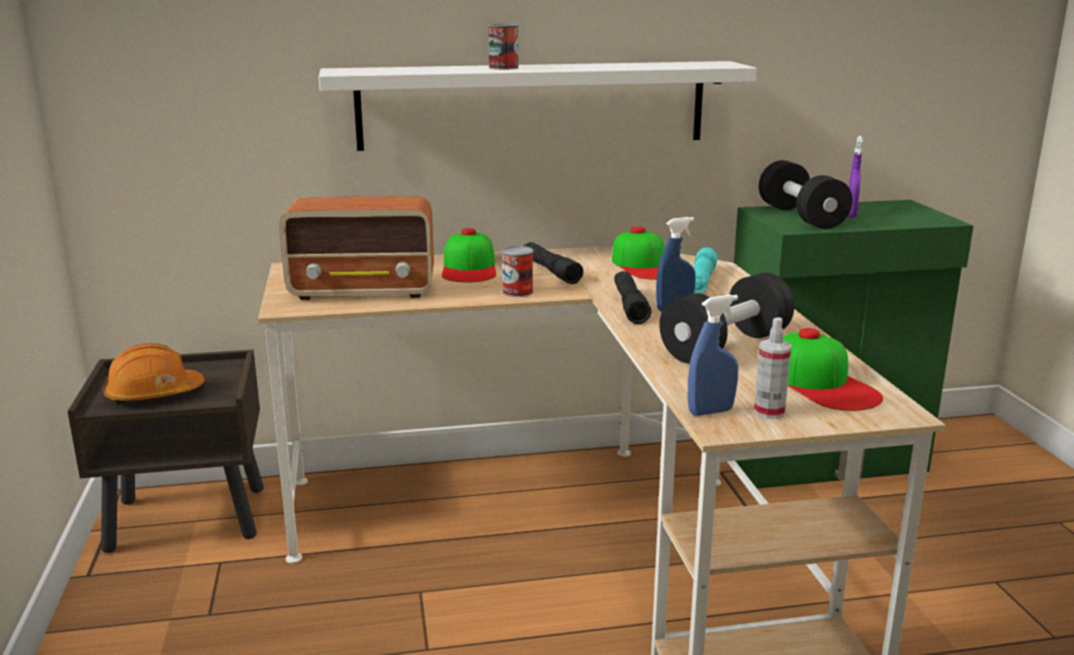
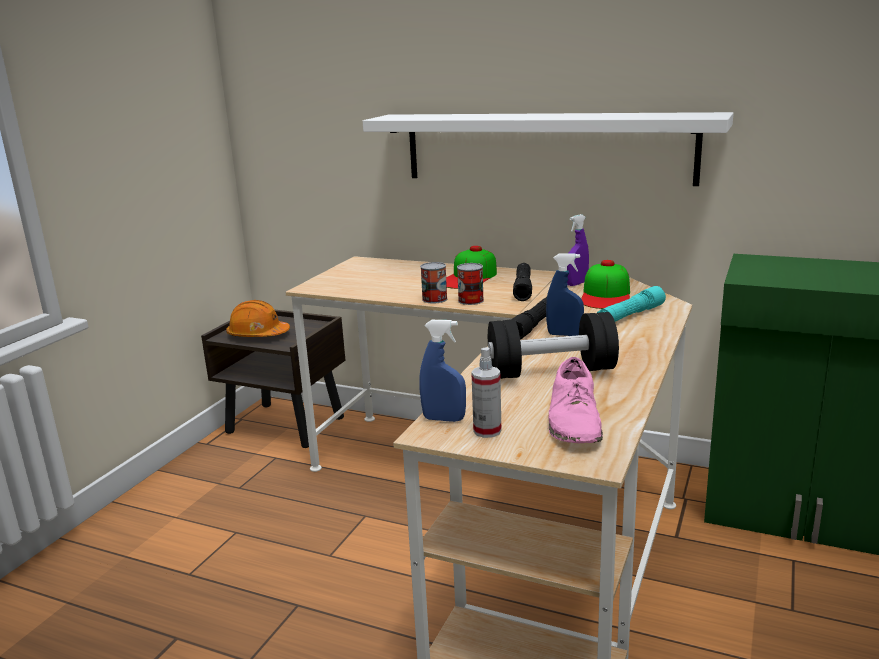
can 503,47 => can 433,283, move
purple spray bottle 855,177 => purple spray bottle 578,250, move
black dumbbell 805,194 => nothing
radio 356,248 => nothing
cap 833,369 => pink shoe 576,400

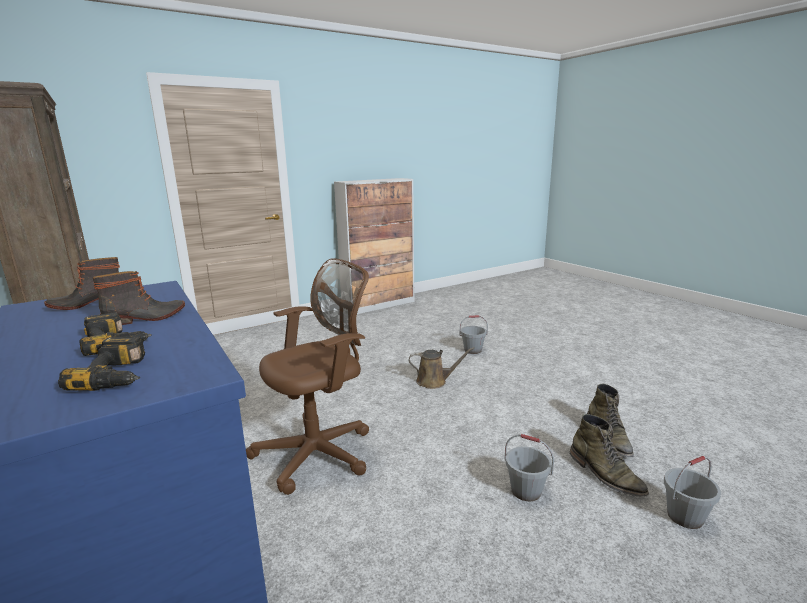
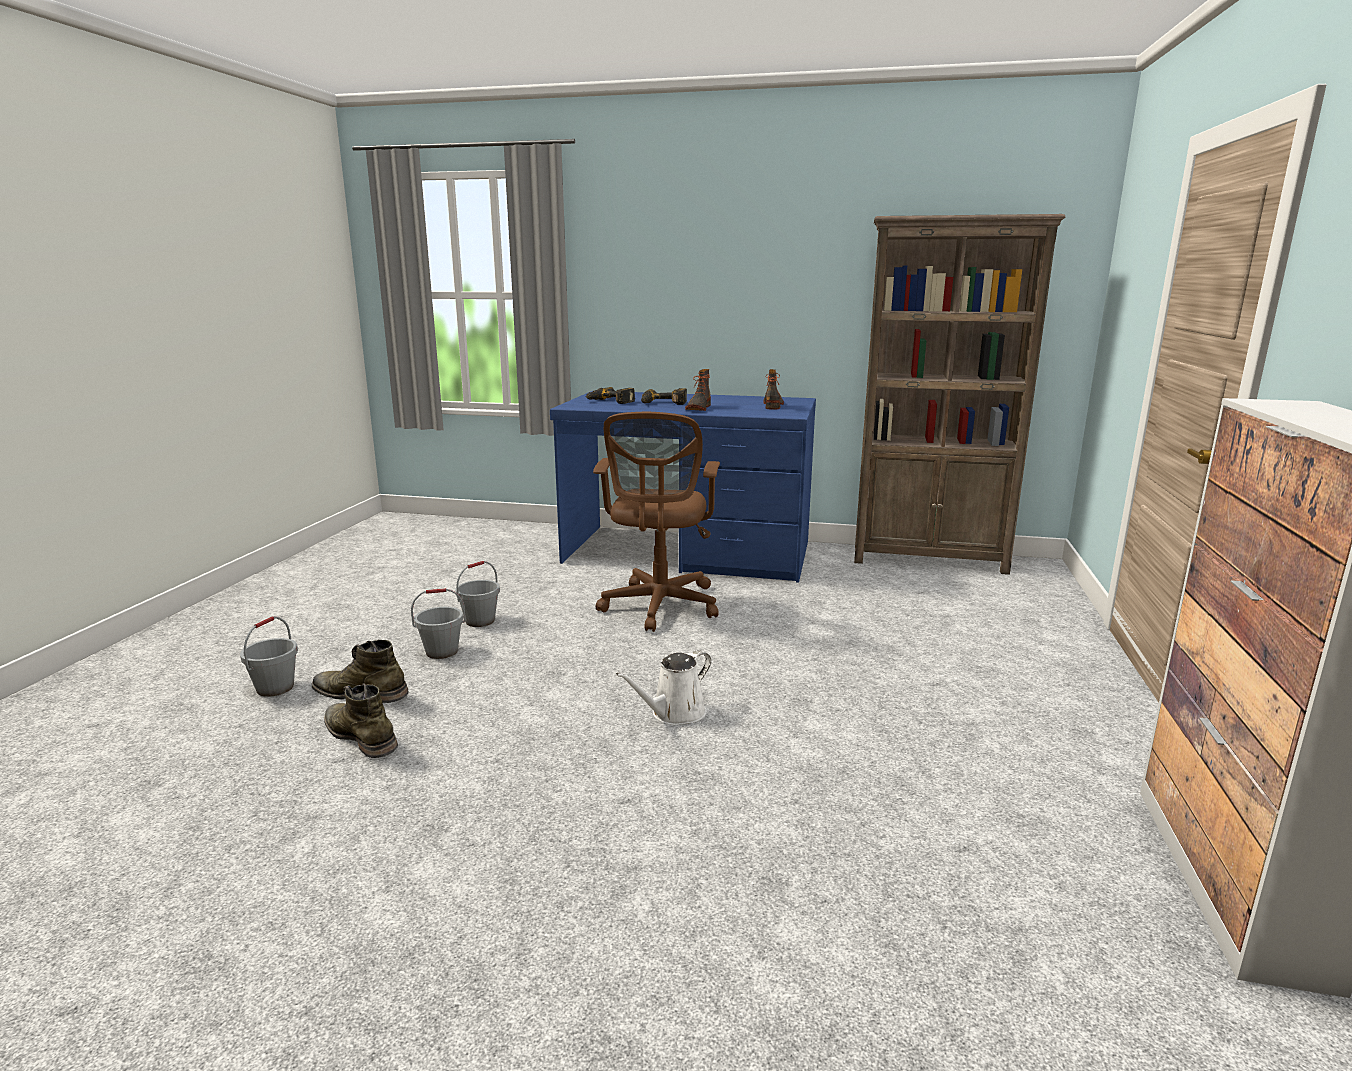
grey bucket 474,334 => grey bucket 477,594, move
brown watering can 441,368 => white watering can 663,687

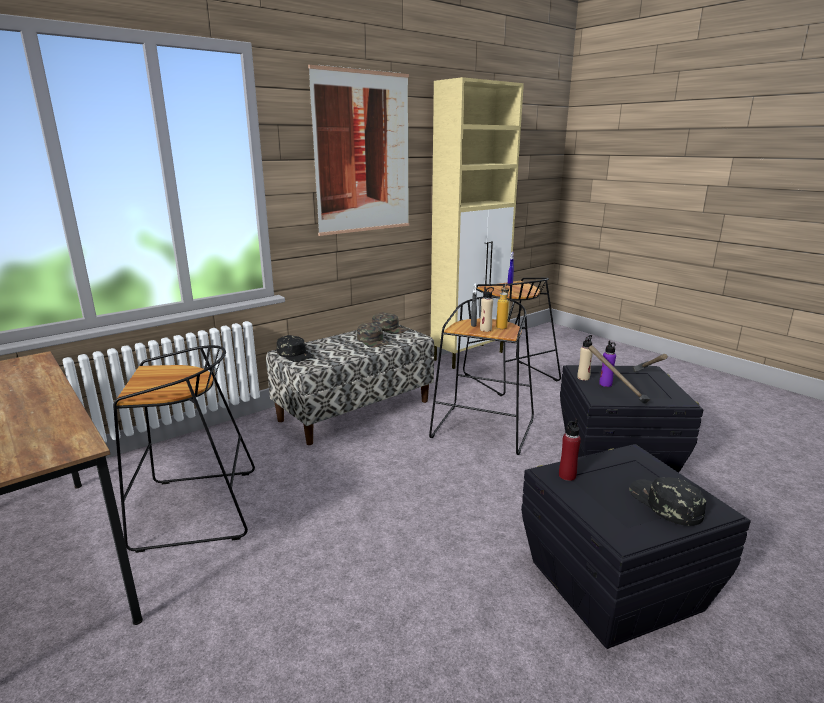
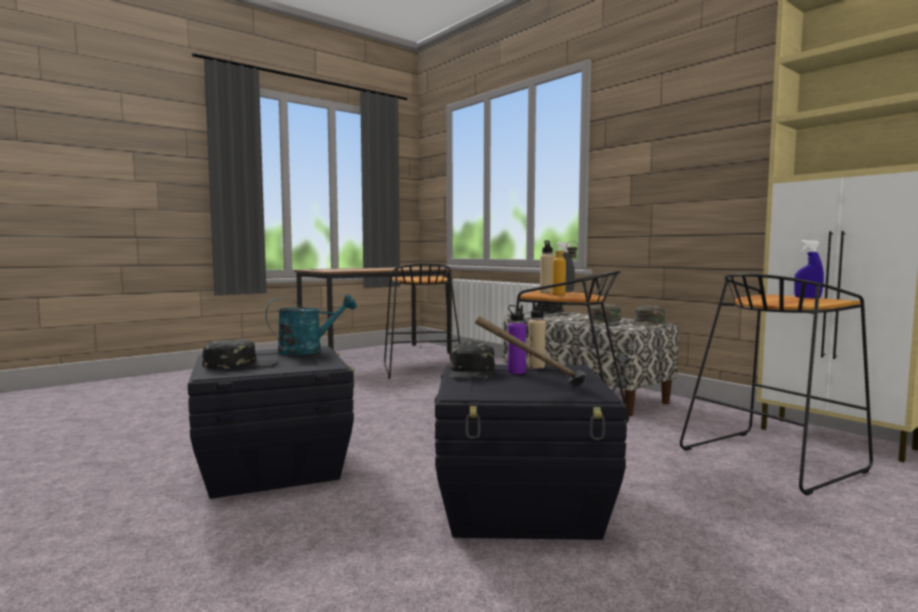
picture 358,150 => nothing
hammer 619,374 => black cap 472,360
red bottle 570,450 => turquoise watering can 310,324

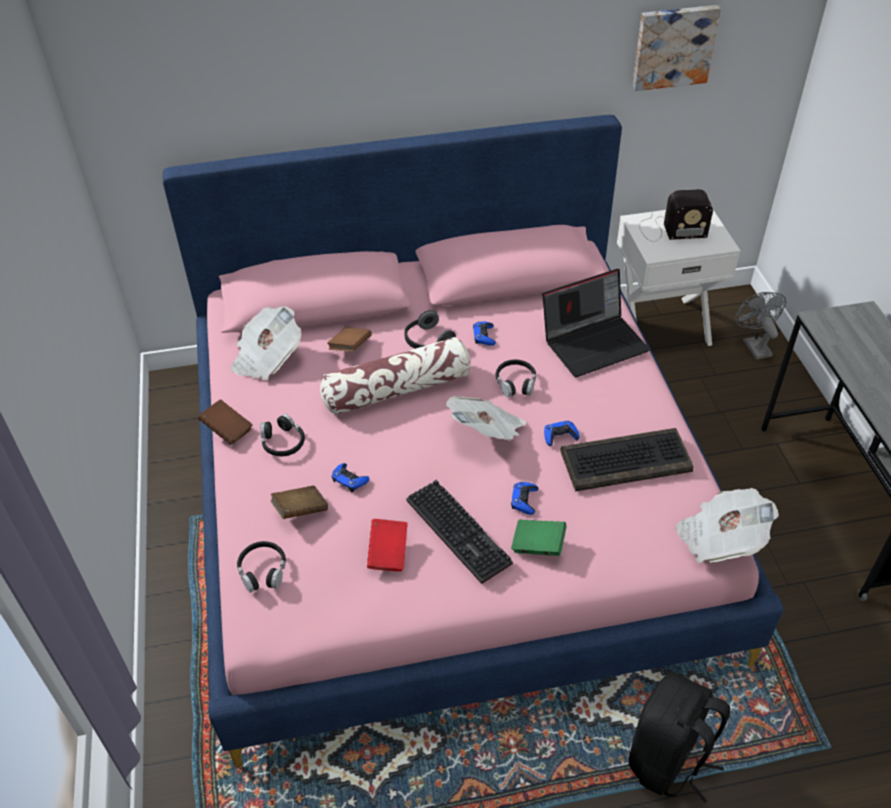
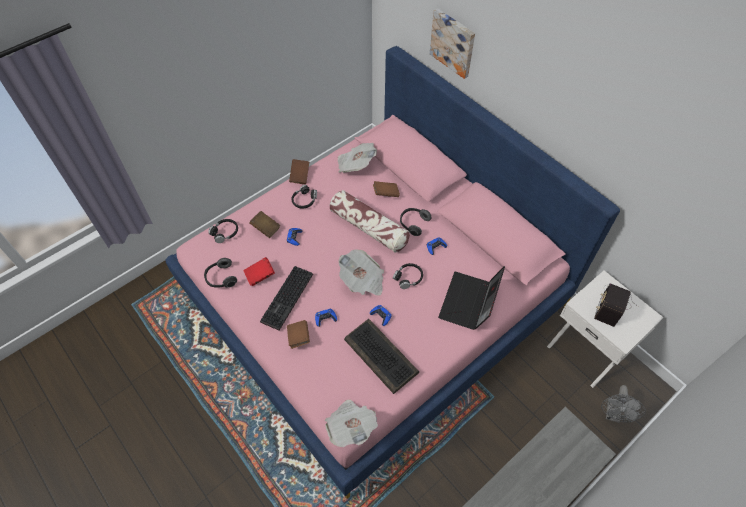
picture 676,48 => picture 452,44, move
radio 676,215 => radio 616,305, 60 degrees clockwise
laptop 596,323 => laptop 471,298, 75 degrees clockwise
grey fan 760,325 => grey fan 623,404, 150 degrees clockwise
green book 539,537 => brown book 298,334
black backpack 679,738 => nothing
nothing => headphones 220,273

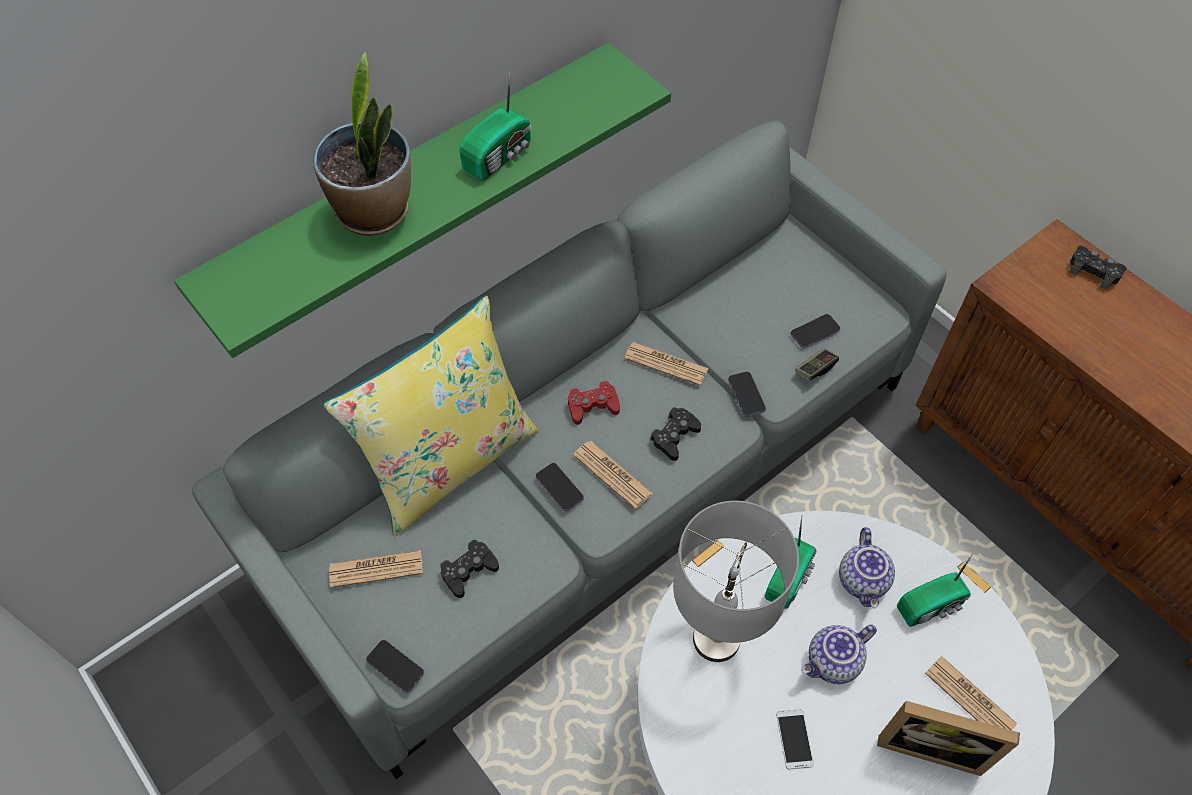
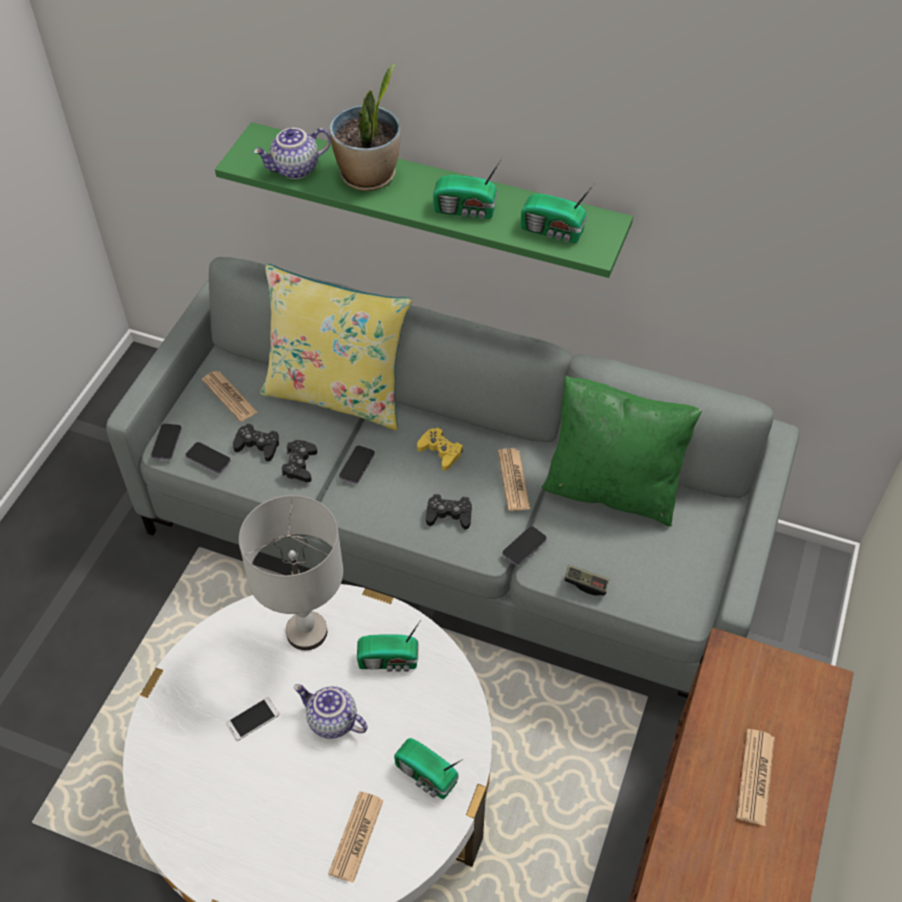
black game controller 1098,268 => black game controller 299,461, move
phone 815,331 => phone 208,457, move
red game controller 594,403 => yellow game controller 440,449
newspaper 613,475 => newspaper 755,777, move
teapot 867,567 => teapot 292,153, move
picture frame 948,738 => nothing
nothing => radio 558,213
nothing => green pillow 622,450

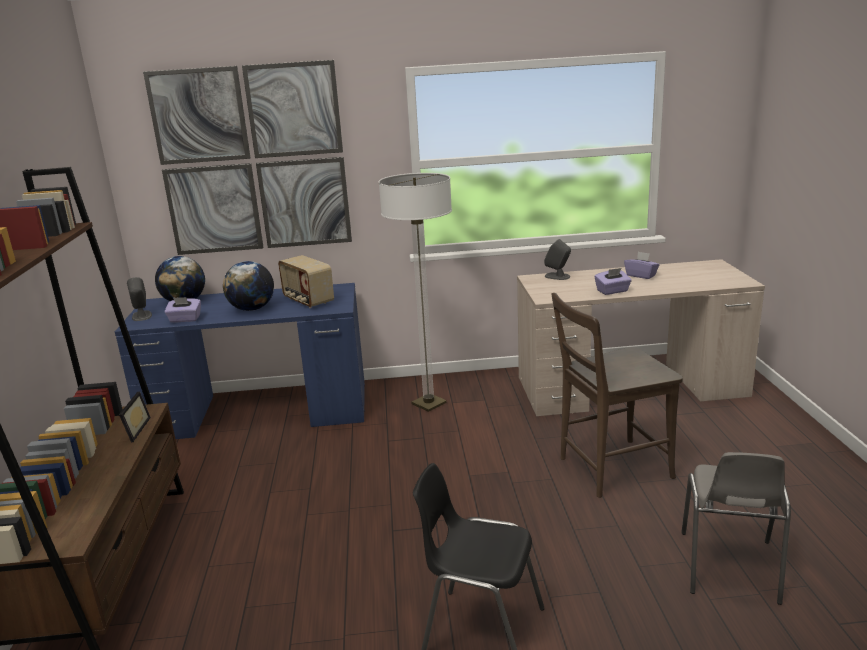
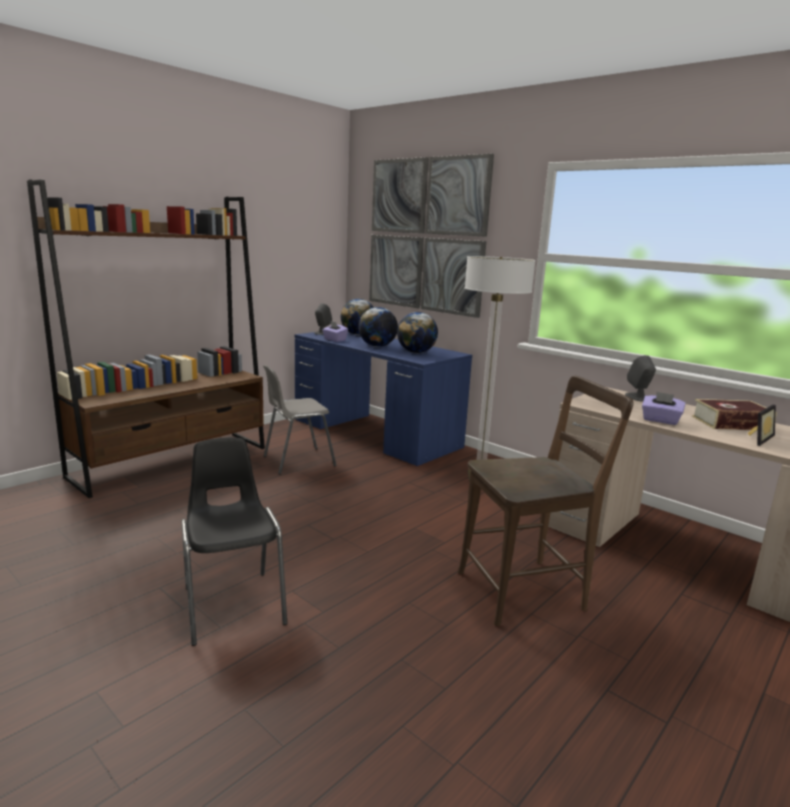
purple tissue box 641,265 => book 734,414
radio 306,281 => globe 417,332
brown chair 617,395 => brown chair 545,500, 135 degrees clockwise
picture frame 135,417 => picture frame 762,425, move
grey chair 736,528 => grey chair 300,419, move

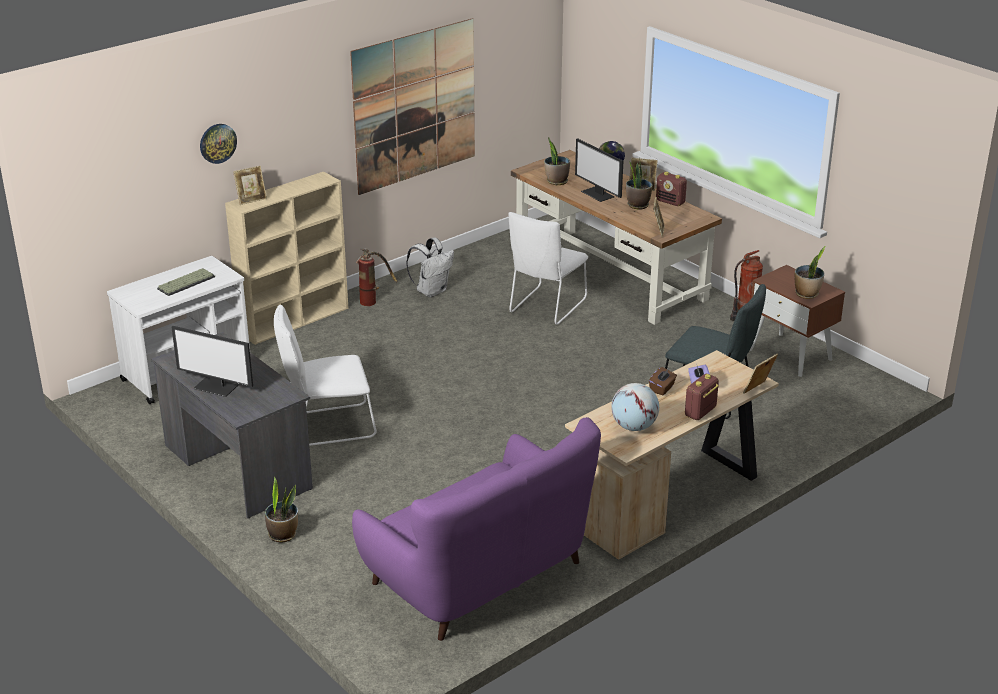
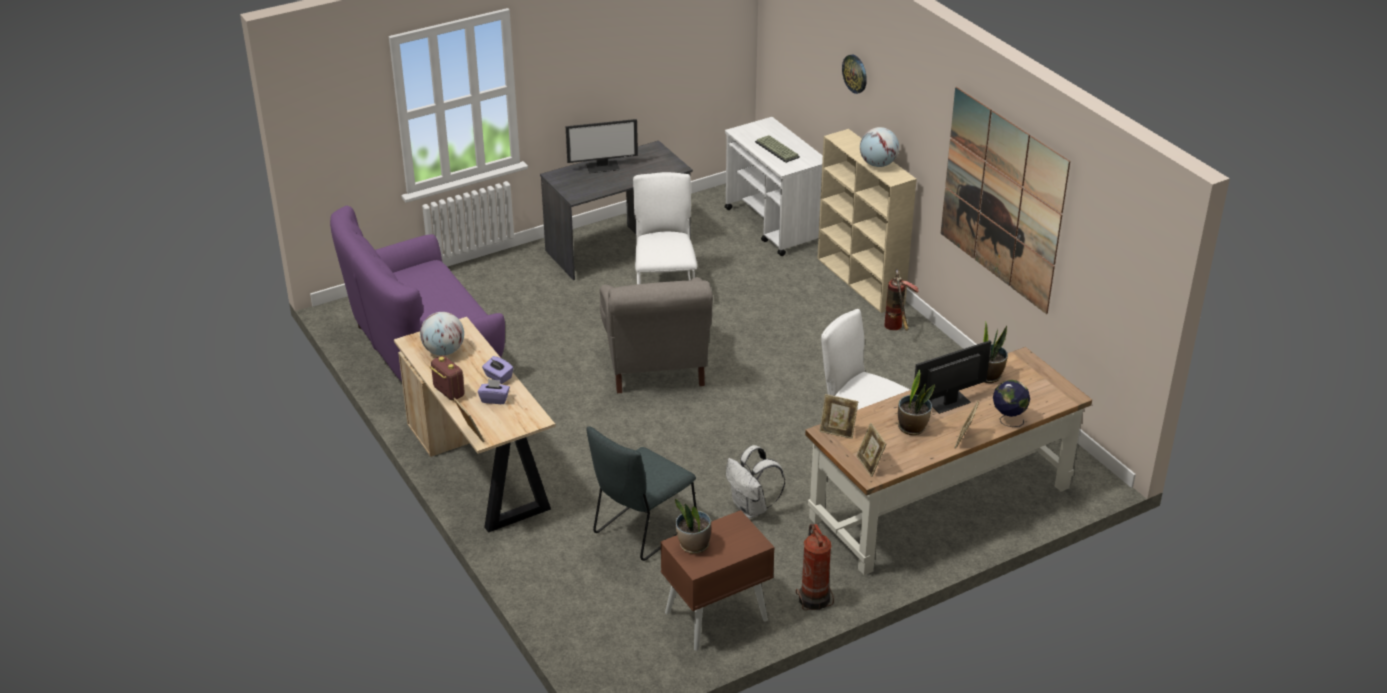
picture frame 250,185 => picture frame 871,450, move
radio 671,189 => nothing
white backpack 430,267 => white backpack 755,481, move
monitor 212,361 => monitor 602,146, 135 degrees counterclockwise
brown tissue box 663,381 => purple tissue box 498,370
potted plant 281,510 => nothing
nothing => globe 879,147
nothing => grey armchair 656,335

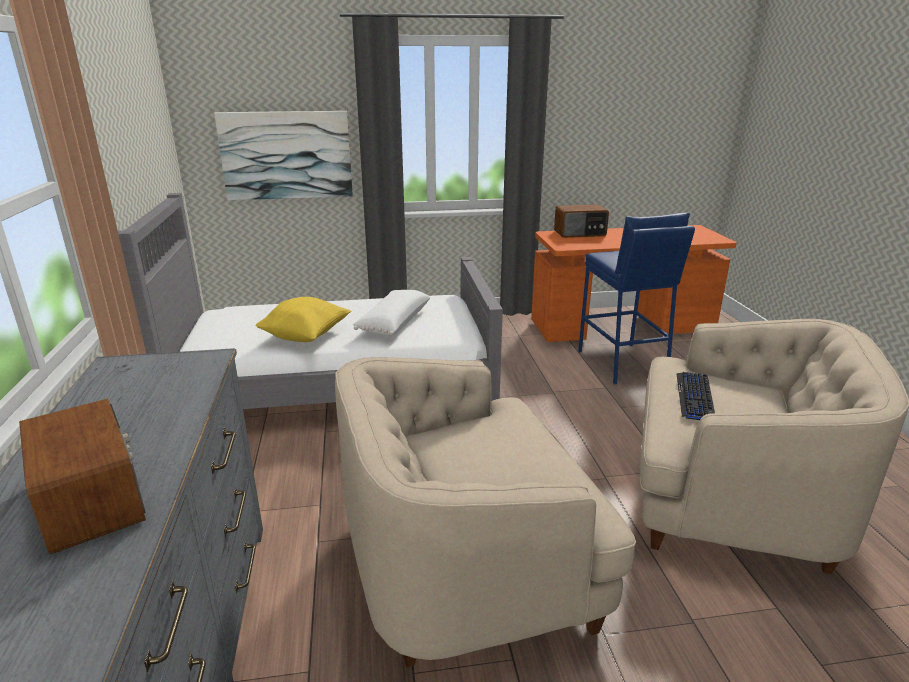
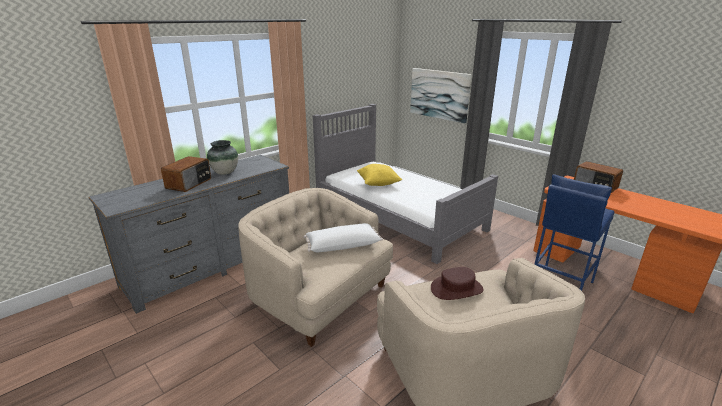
white pillow 391,313 => white pillow 343,237, move
keyboard 696,396 => brown hat 457,283
nothing => vase 222,157

